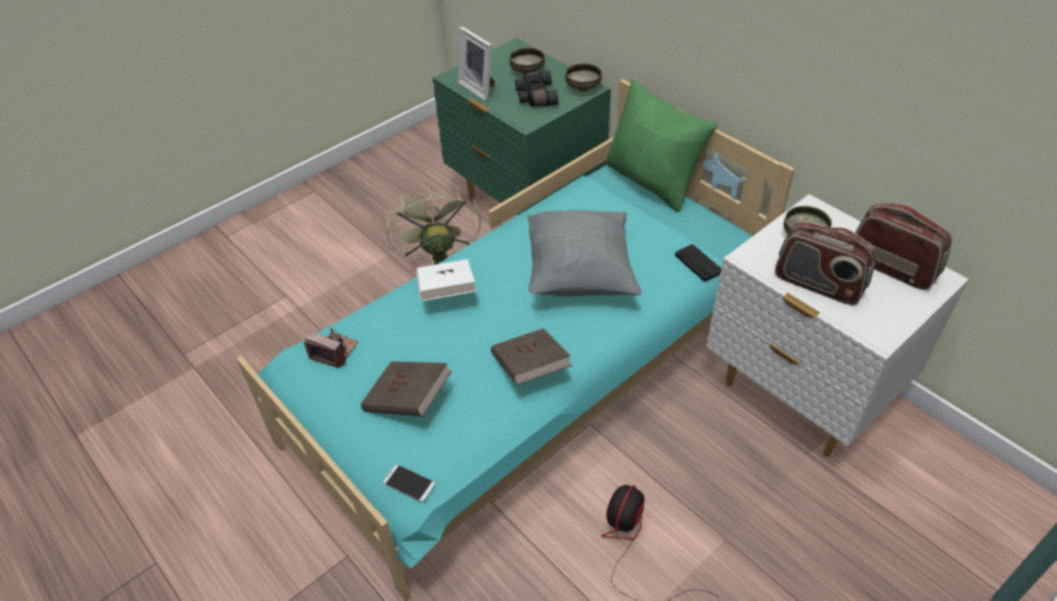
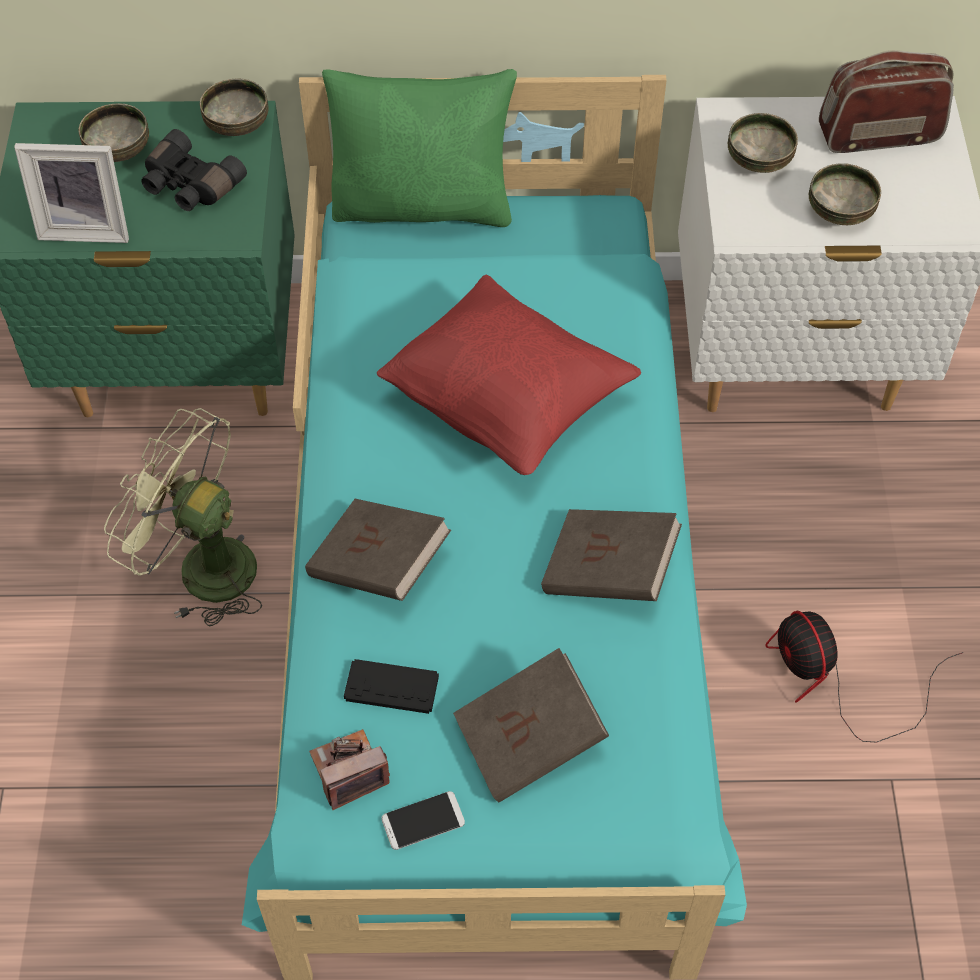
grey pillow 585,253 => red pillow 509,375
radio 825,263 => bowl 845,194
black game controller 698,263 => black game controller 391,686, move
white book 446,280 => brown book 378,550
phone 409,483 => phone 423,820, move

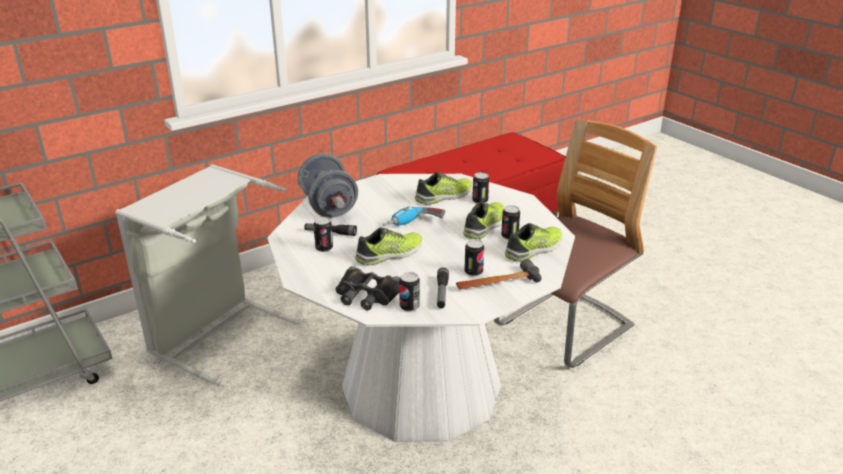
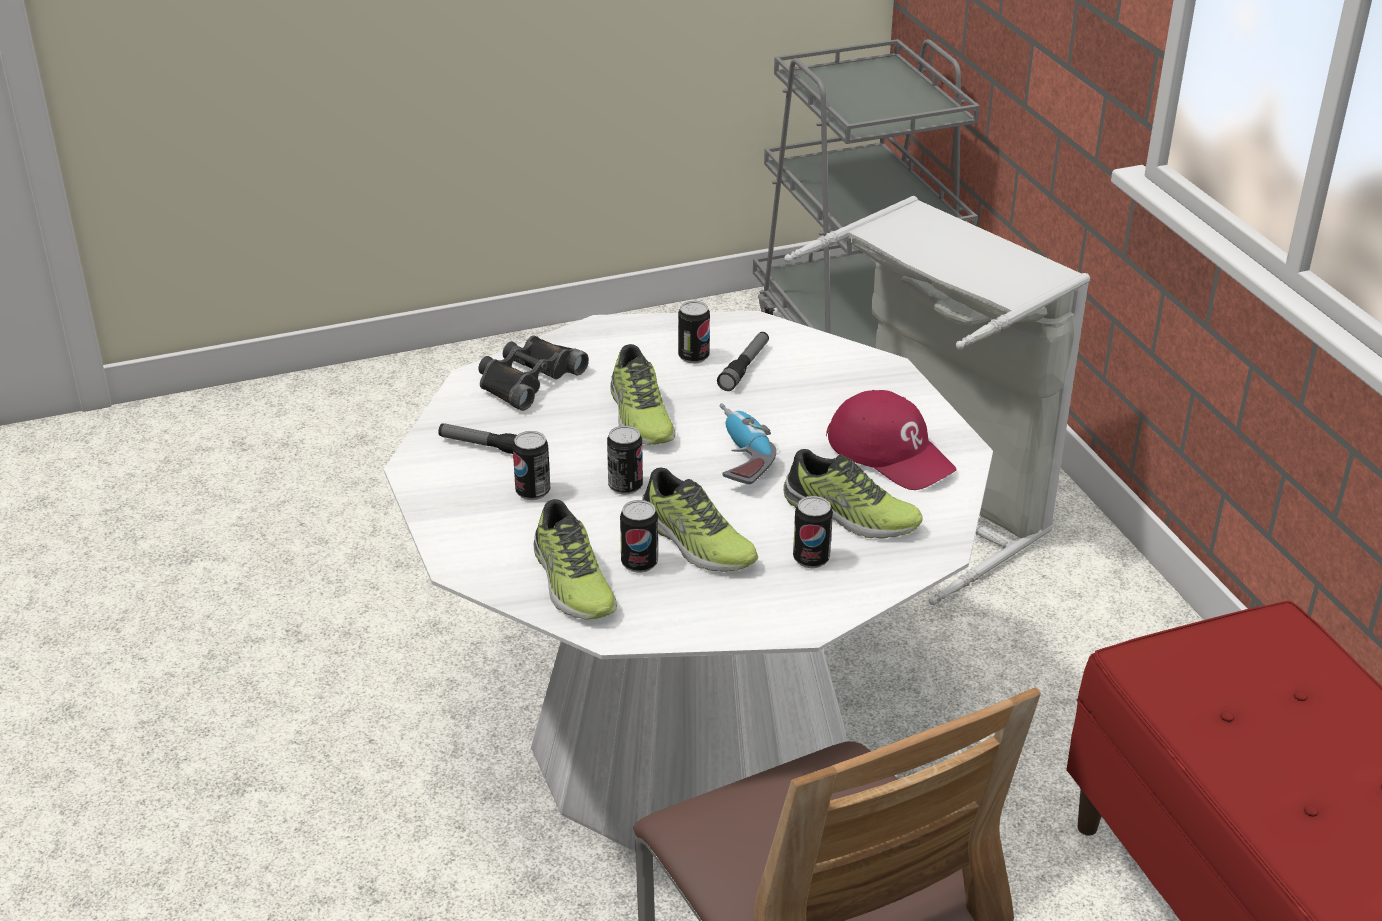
grey dumbbell 328,185 => nothing
shoe 443,188 => shoe 853,494, 45 degrees counterclockwise
hammer 499,274 => nothing
can 409,292 => can 625,460, move
nothing => red cap 891,440

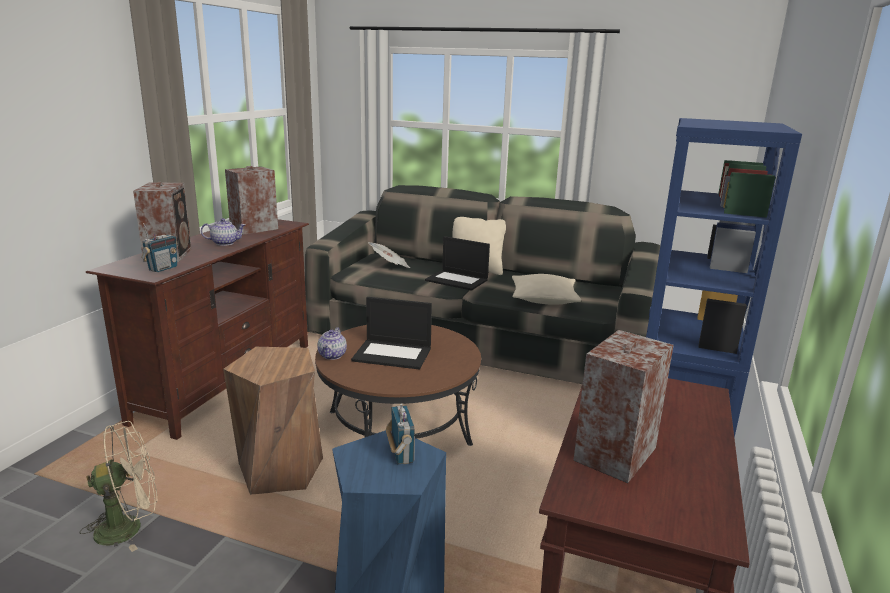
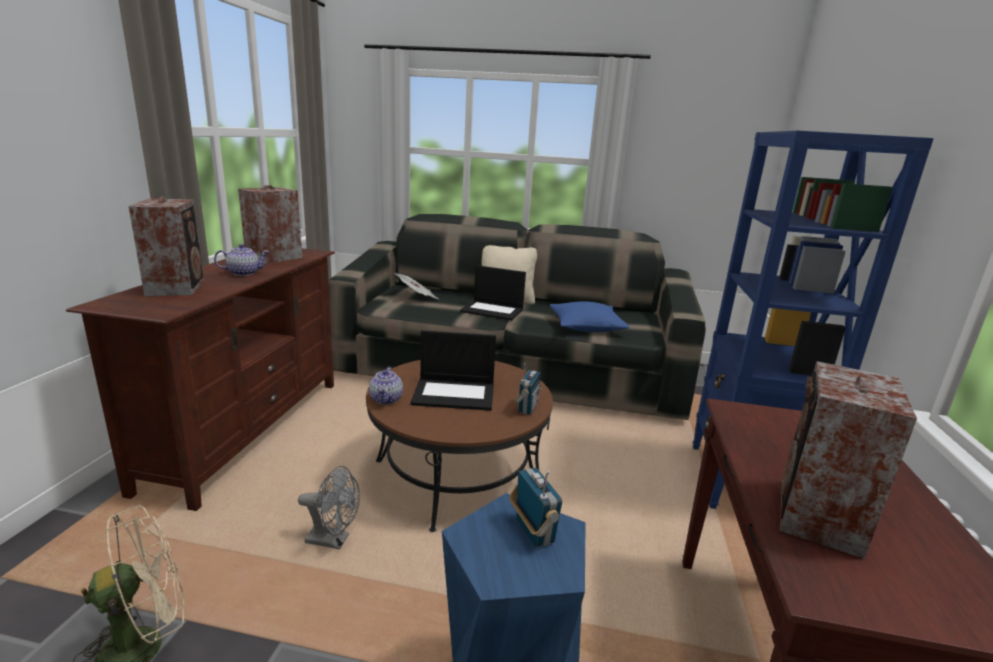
radio 159,247 => radio 528,389, move
beige pillow 546,289 => blue pillow 590,316
brown stool 273,421 => grey fan 329,507

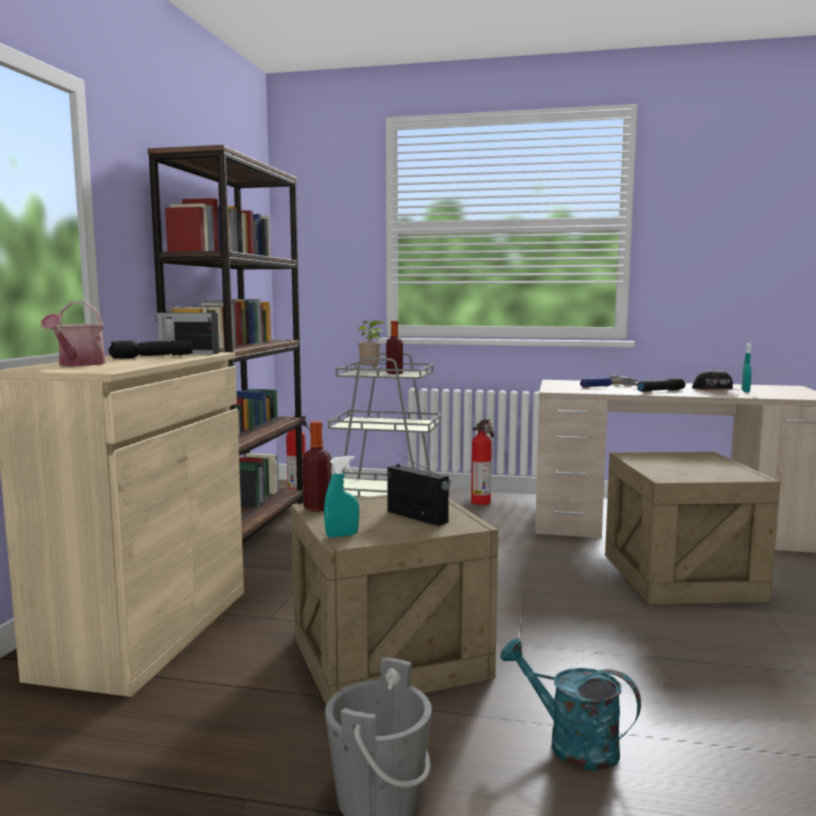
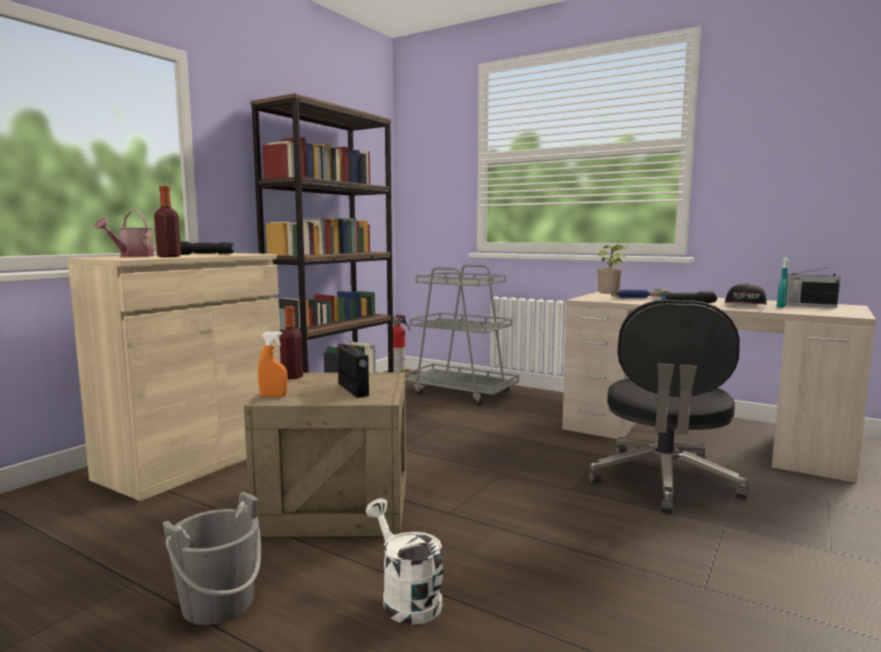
radio 187,327 => radio 813,287, move
potted plant 371,345 => potted plant 613,271, move
bottle 394,347 => bottle 167,221, move
fire extinguisher 482,462 => nothing
crate 692,528 => black office chair 668,406
turquoise spray bottle 341,497 => orange spray bottle 273,364
turquoise watering can 570,704 => white watering can 404,561

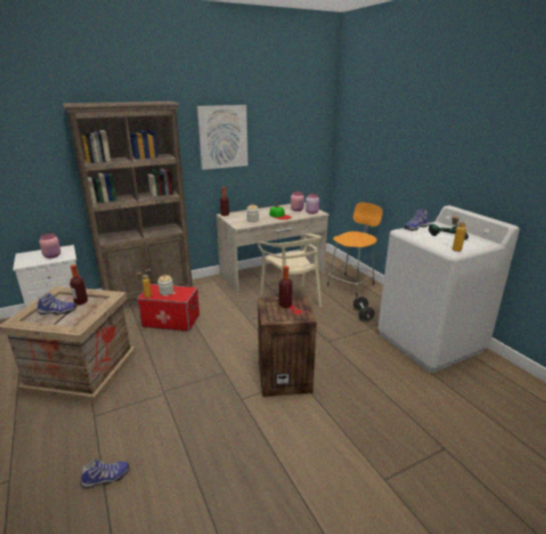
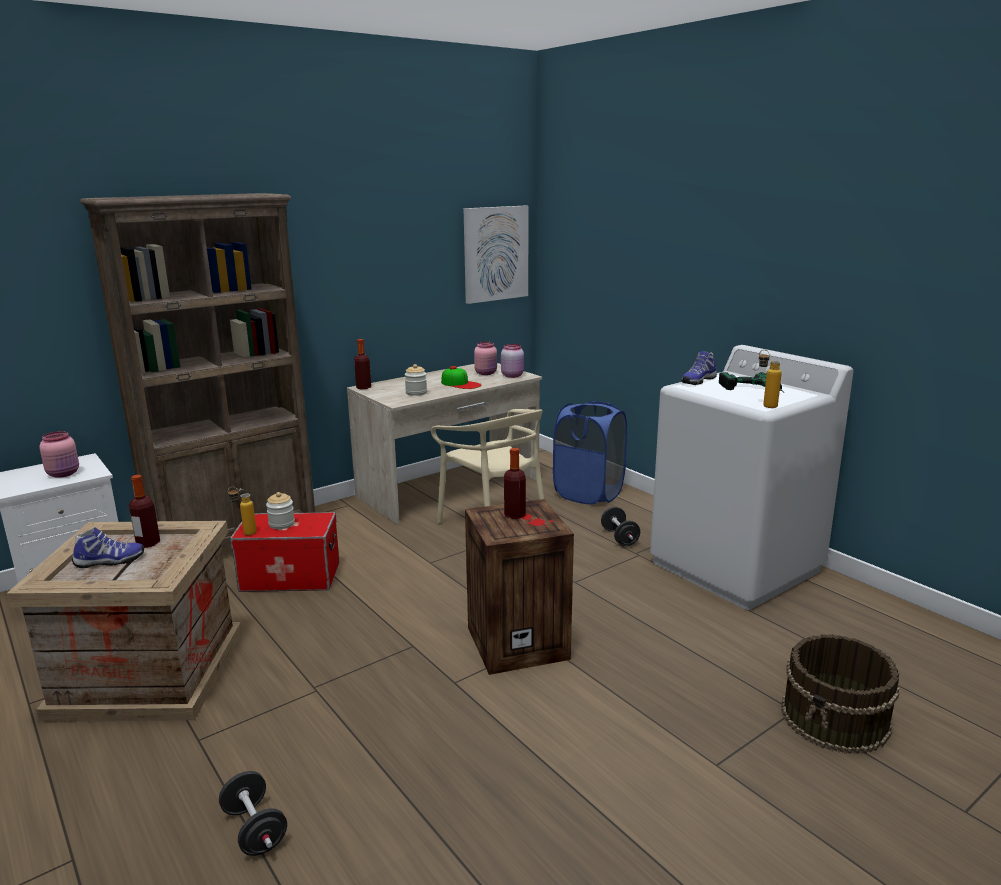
picture 222,137 => picture 496,255, move
orange stool 355,250 => blue laundry basket 590,453
shoe 104,473 => black dumbbell 253,813
nothing => brown bucket 840,694

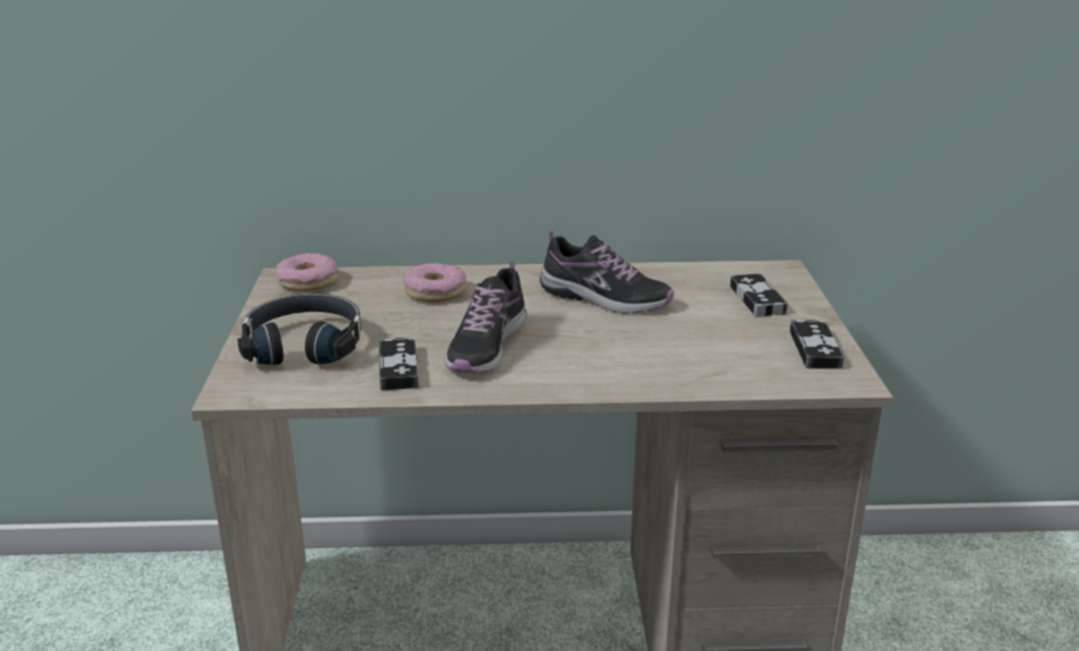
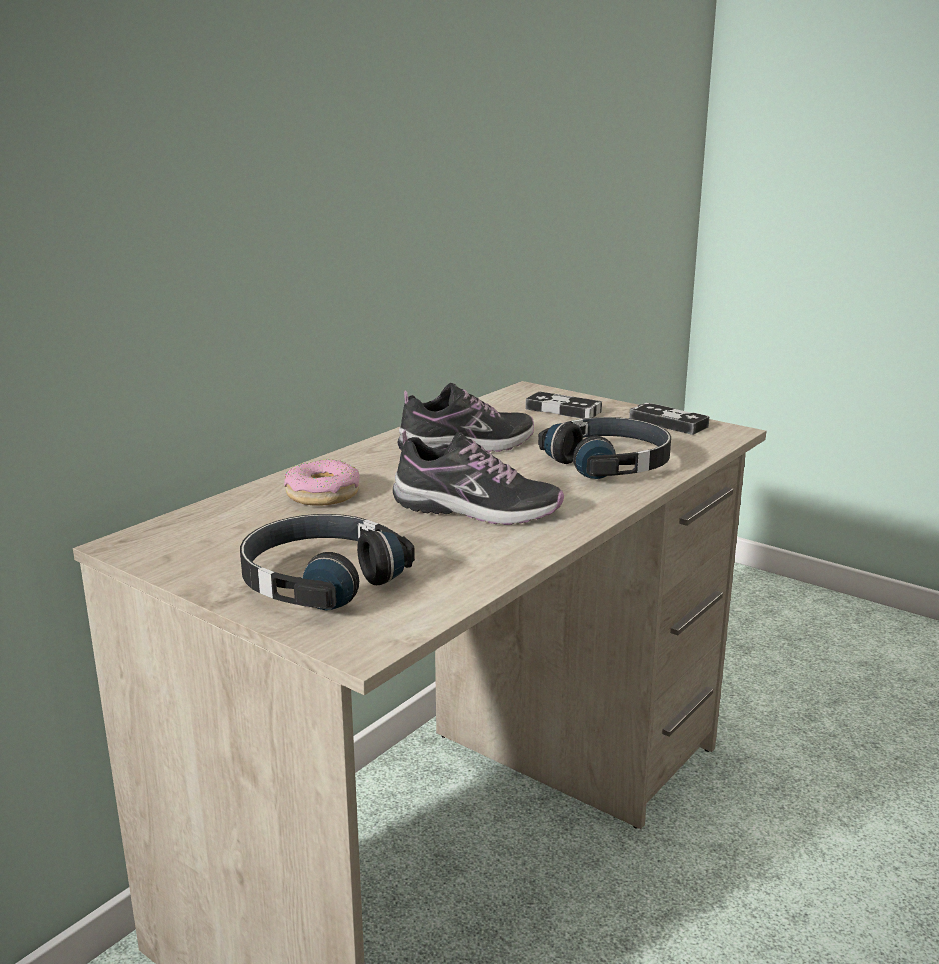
donut 307,272 => nothing
shoe 485,316 => shoe 478,477, 45 degrees counterclockwise
game controller 399,364 => nothing
nothing => black headphones 604,448

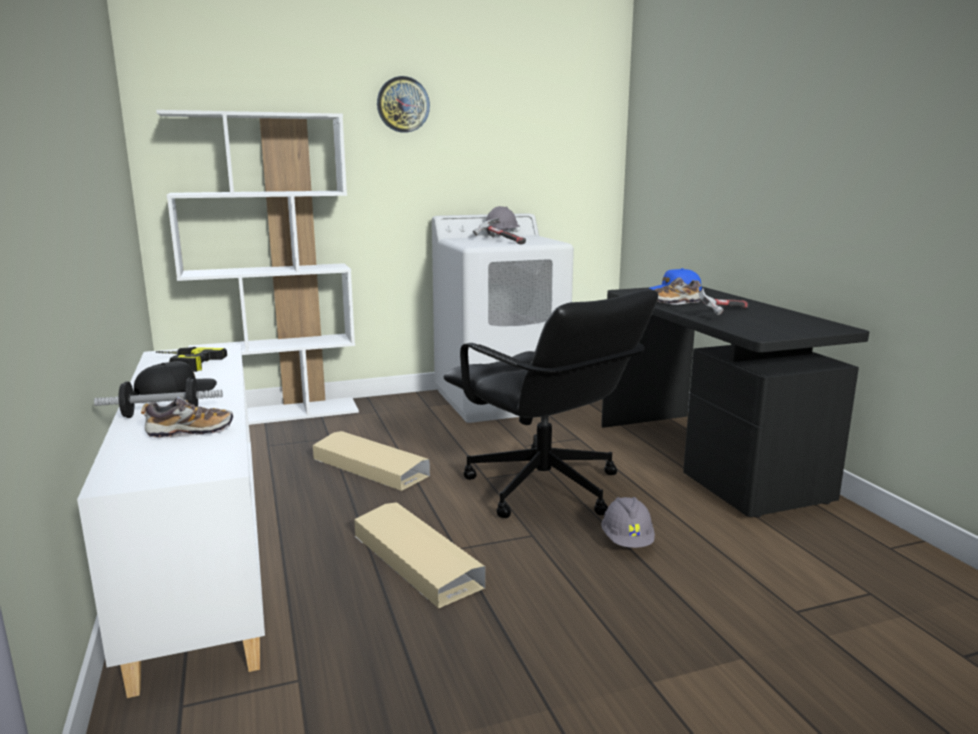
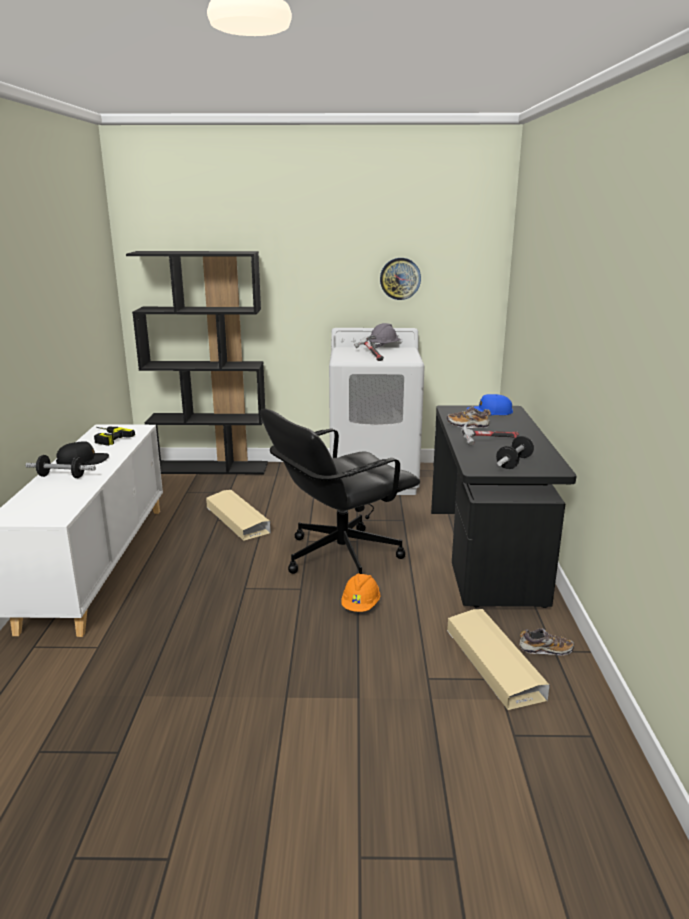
wall clock 403,104 => wall clock 400,279, move
white bookcase 257,267 => black bookcase 197,362
black office chair 551,404 => black office chair 340,491, 75 degrees clockwise
shoe 187,417 => shoe 546,641, move
grey hard hat 628,522 => orange hard hat 360,592
beige storage box 419,555 => beige storage box 498,659, move
nothing => dumbbell 515,452

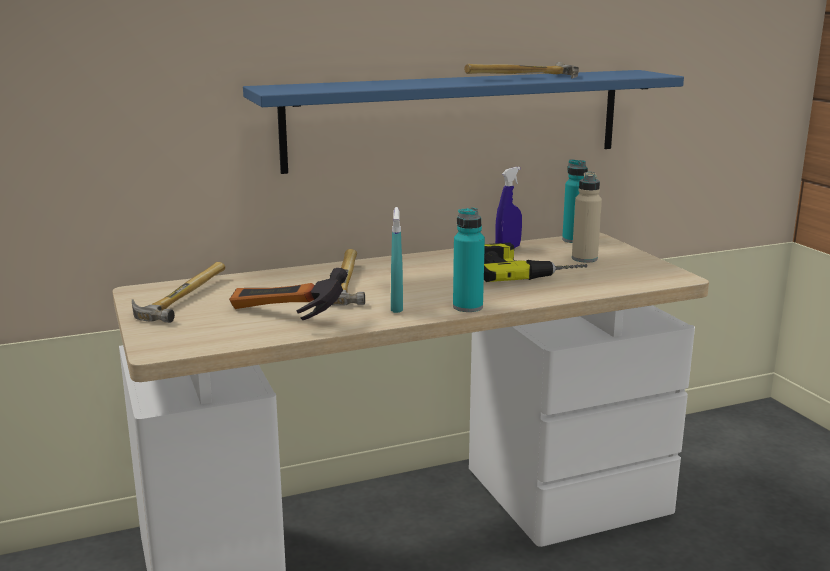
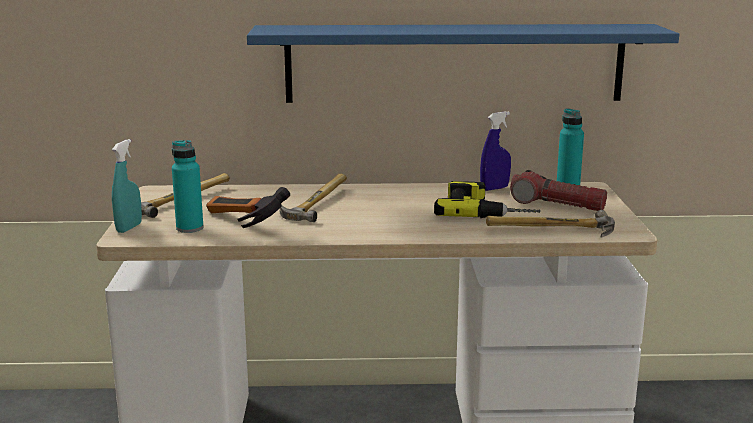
hammer 521,70 => hammer 550,224, move
beige bottle 587,217 => flashlight 558,190
turquoise spray bottle 397,260 => turquoise spray bottle 127,186, move
turquoise bottle 469,259 => turquoise bottle 188,186, move

